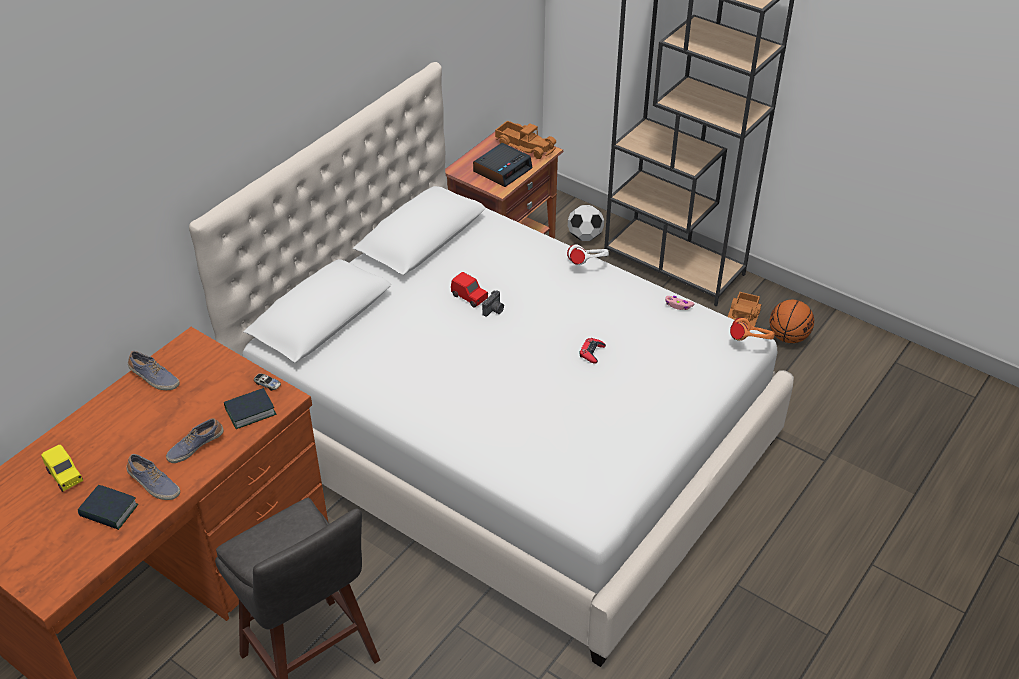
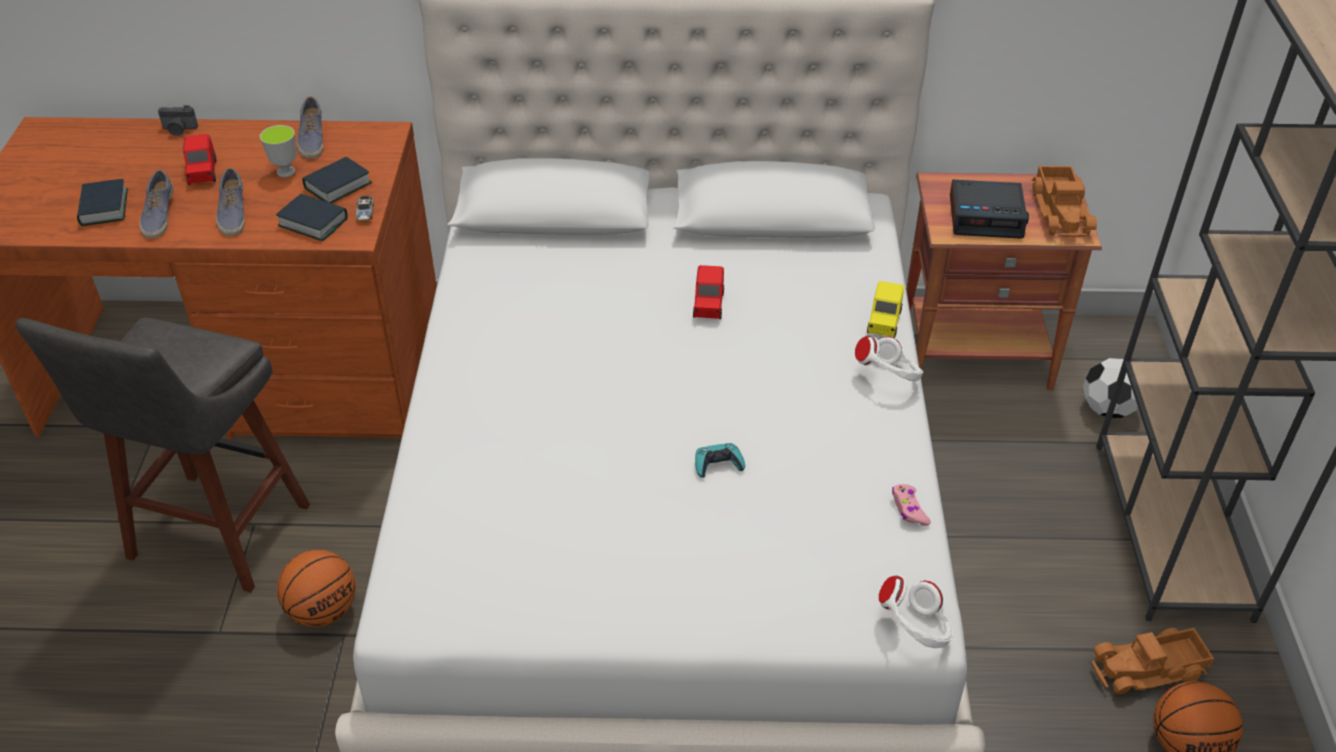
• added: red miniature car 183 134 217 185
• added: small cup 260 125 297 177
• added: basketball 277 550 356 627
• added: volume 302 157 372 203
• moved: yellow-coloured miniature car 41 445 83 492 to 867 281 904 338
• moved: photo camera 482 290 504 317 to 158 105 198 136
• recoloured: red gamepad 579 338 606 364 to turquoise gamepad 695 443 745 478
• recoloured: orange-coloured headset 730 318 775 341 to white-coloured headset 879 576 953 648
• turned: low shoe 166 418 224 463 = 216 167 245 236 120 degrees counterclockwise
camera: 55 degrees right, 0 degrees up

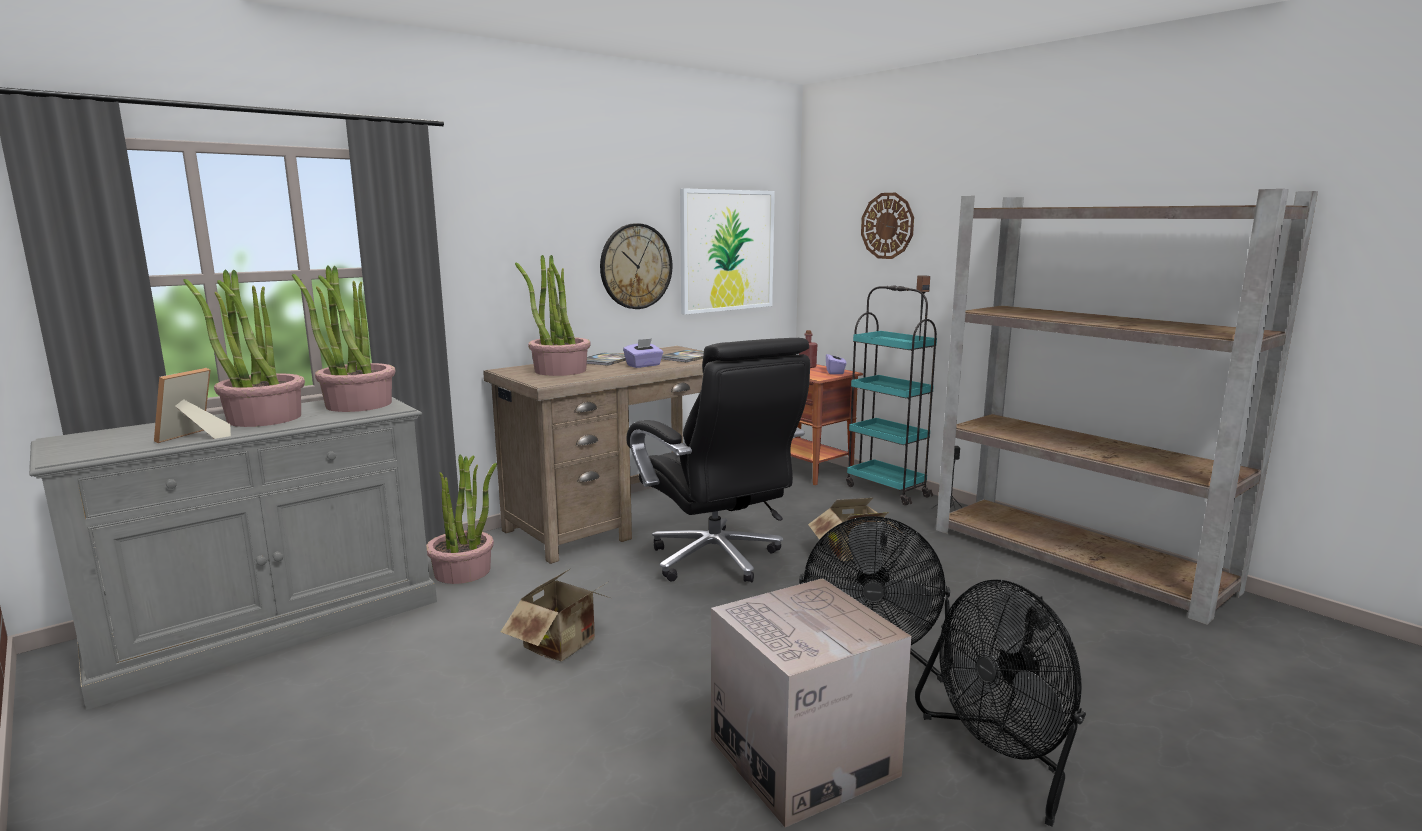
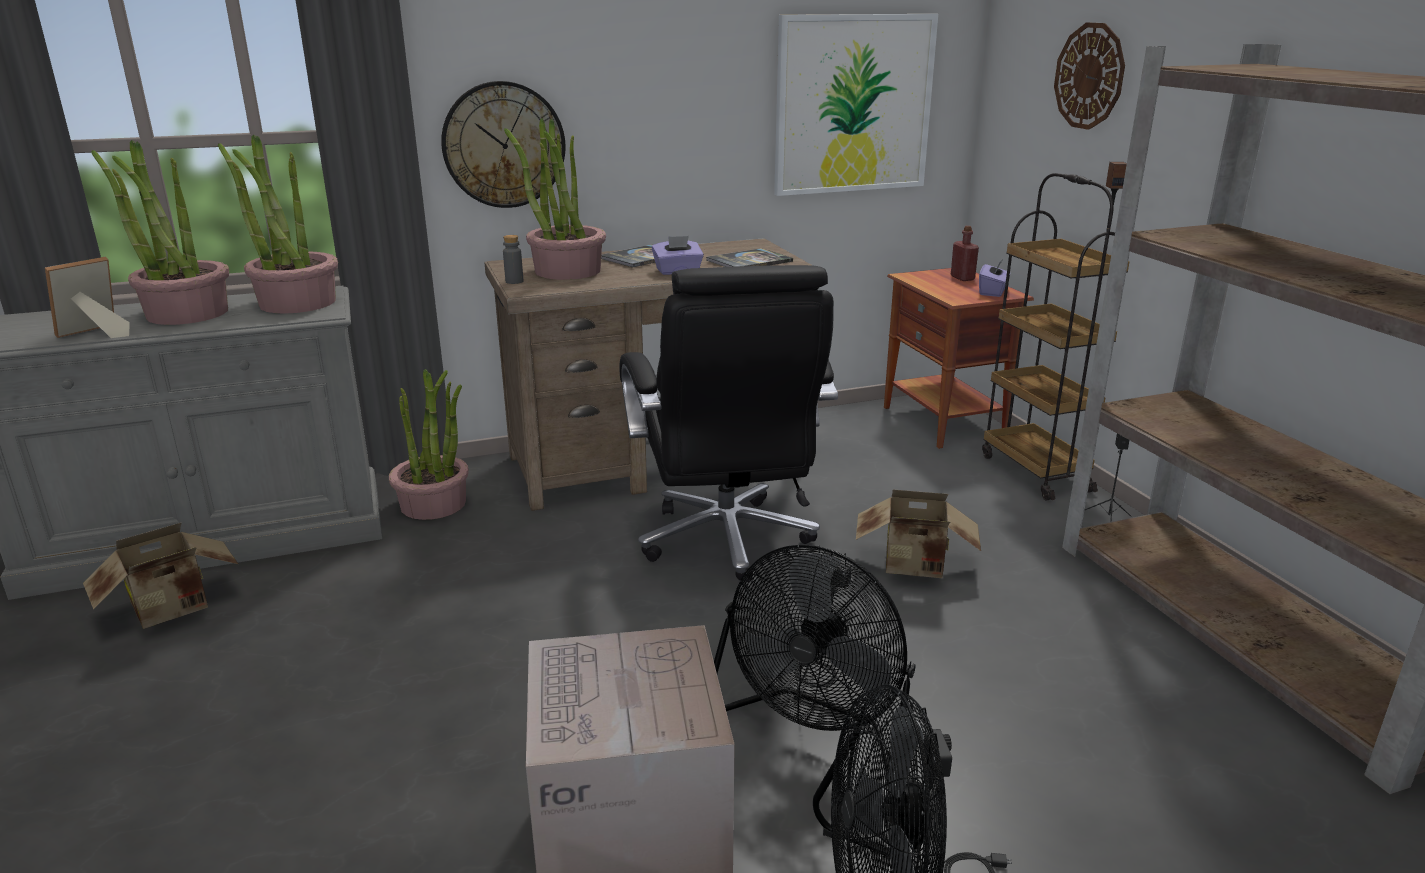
• added: greyish bottle 503 235 523 284
• moved: cardboard box 501 569 611 661 to 83 523 238 629
• moved: hanging clock 600 223 672 309 to 441 81 566 208
• recoloured: turquoise cart 846 286 937 506 to brownish cart 982 173 1130 500
camera: 20 degrees right, 10 degrees up

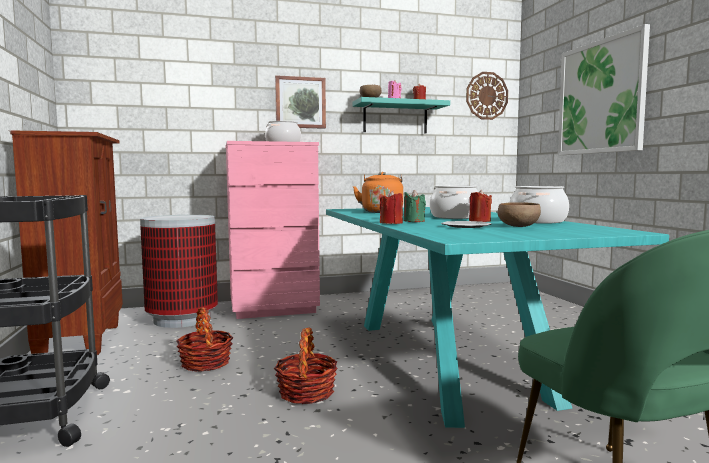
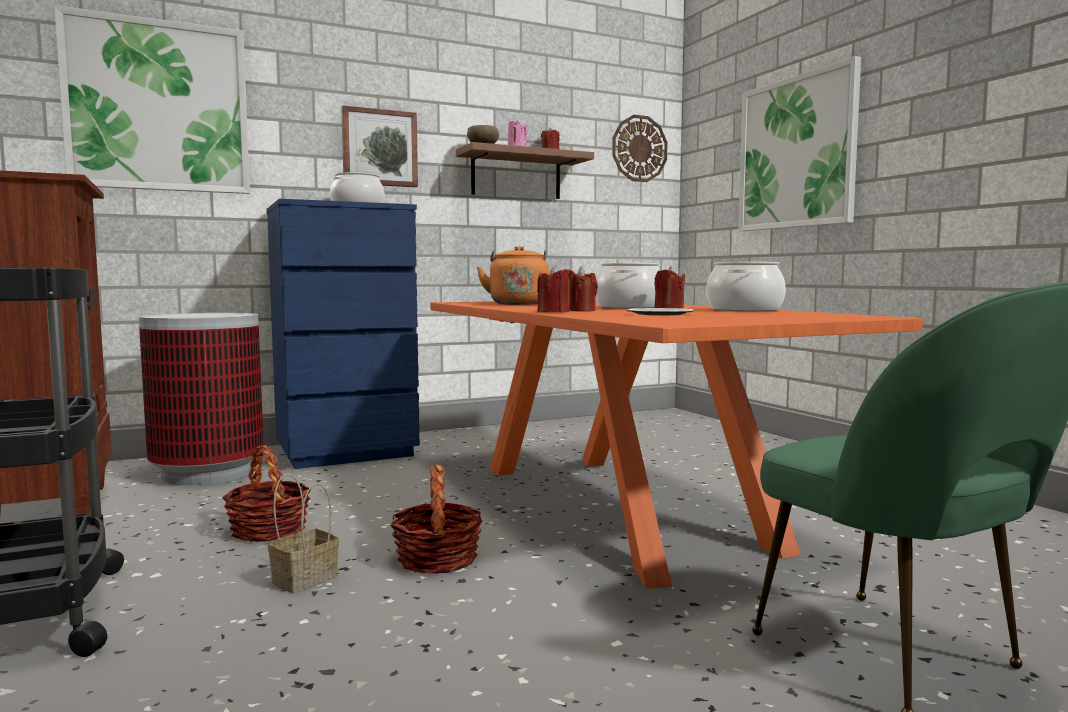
• removed: brownish serving bowl 498 202 541 227
• added: wall picture 54 5 250 194
• added: basket 268 473 339 593
• recoloured: pinkish dresser 225 141 320 319 to blue dresser 266 199 420 469
• recoloured: turquoise kitchen table 326 207 669 428 to orange-coloured kitchen table 430 301 923 589
• recoloured: turquoise shelf 353 97 450 134 to brownish shelf 456 142 594 199
• recoloured: green-coloured wax candle 403 190 426 222 to red wax candle 569 266 598 312
camera: 10 degrees left, 0 degrees up

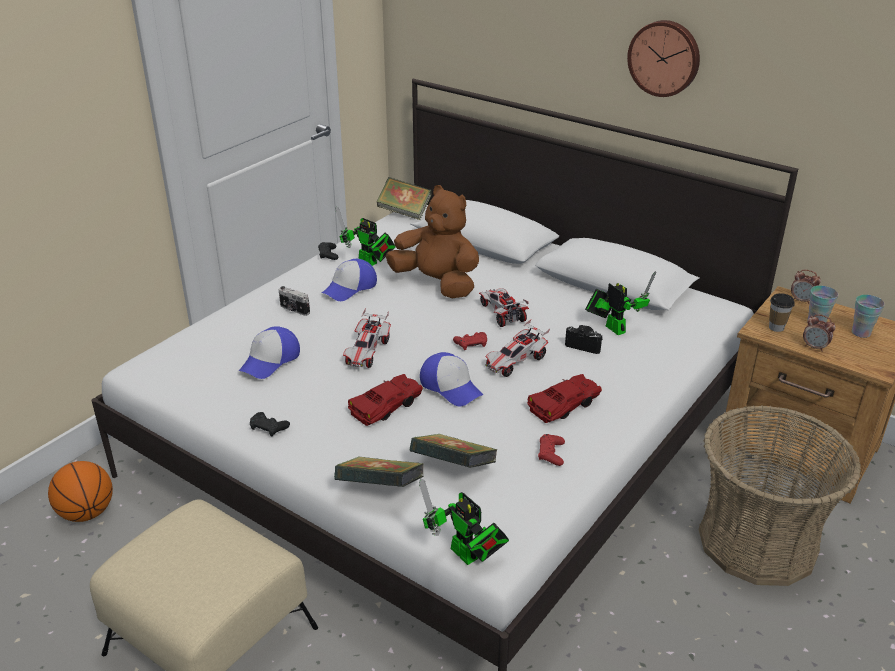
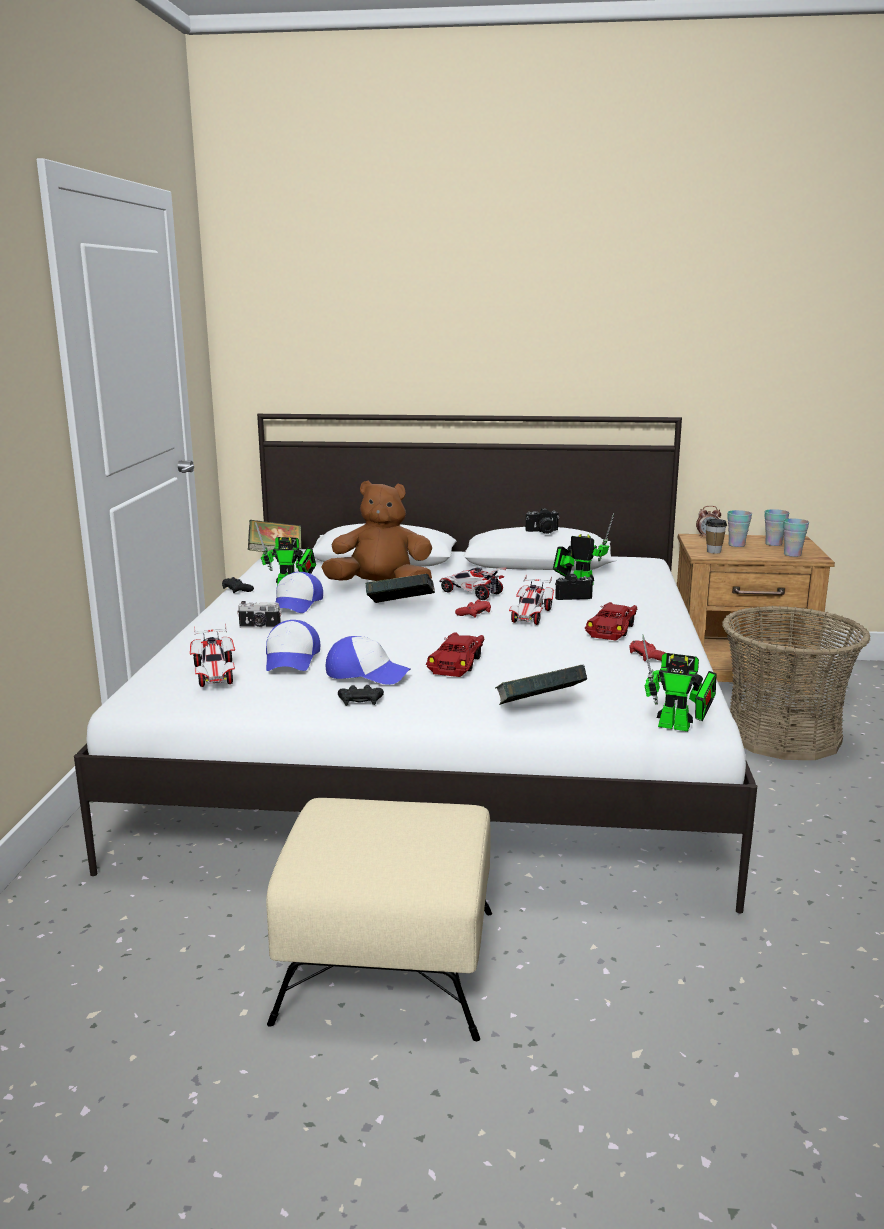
• removed: basketball 48 461 113 522
• removed: hanging clock 627 20 700 97
• removed: table clock 803 314 836 352
• added: photo camera 525 508 559 534
• added: small cup 783 519 809 557
• moved: miniature car 343 308 391 368 to 190 624 235 687
• moved: volume 410 434 498 468 to 365 574 435 603
• moved: baseball cap 420 352 483 406 to 325 636 411 685
camera: 30 degrees left, 15 degrees down

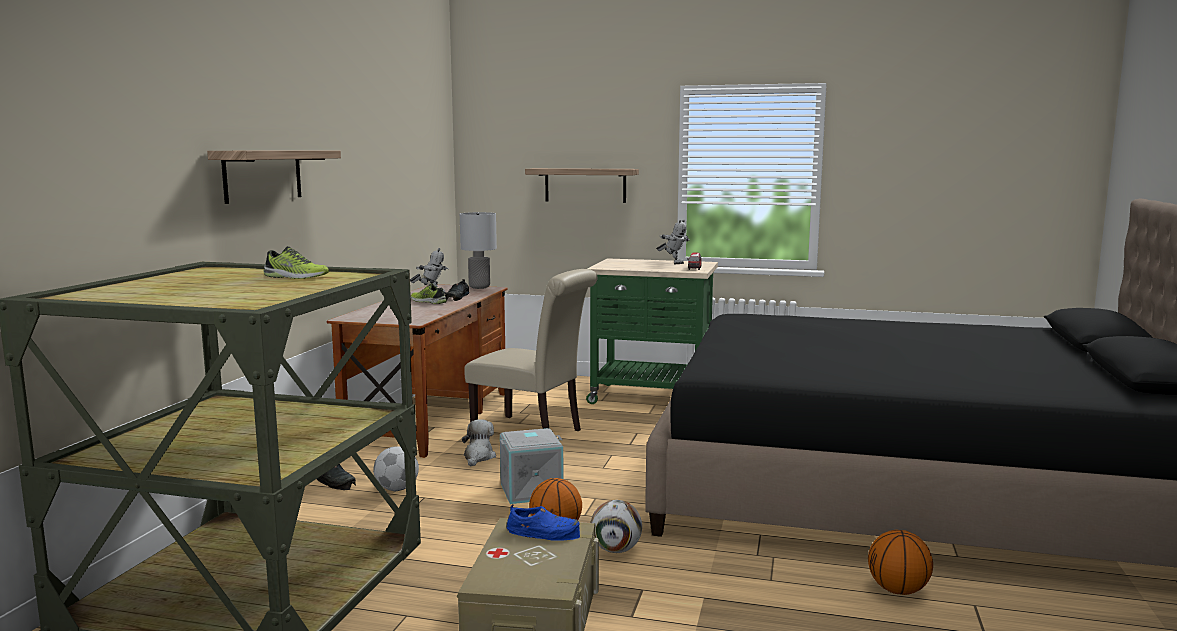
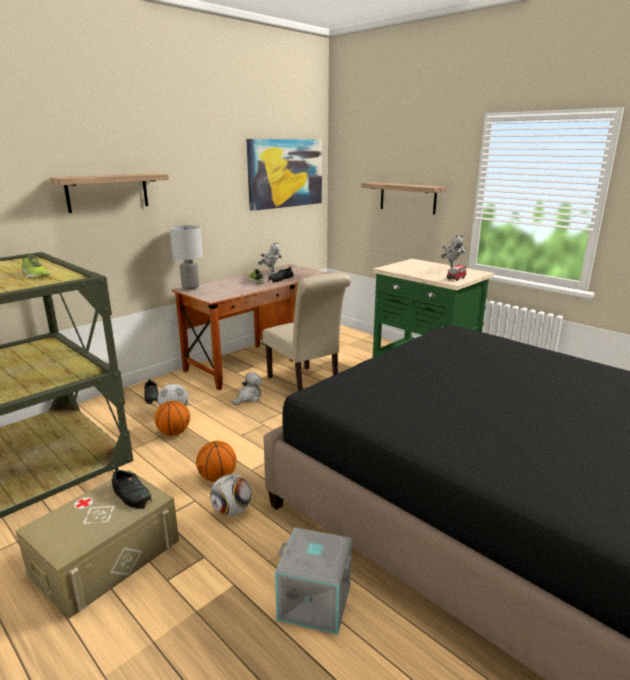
• added: wall picture 246 139 322 211
• moved: greyish tabletop lamp 460 212 497 289 to 170 225 203 290
• moved: greyish storage box 500 428 563 504 to 275 527 352 635
• moved: basketball 868 530 933 595 to 155 400 190 436
• recoloured: blue low shoe 506 504 580 541 to black-coloured low shoe 112 467 152 509
camera: 30 degrees right, 10 degrees up

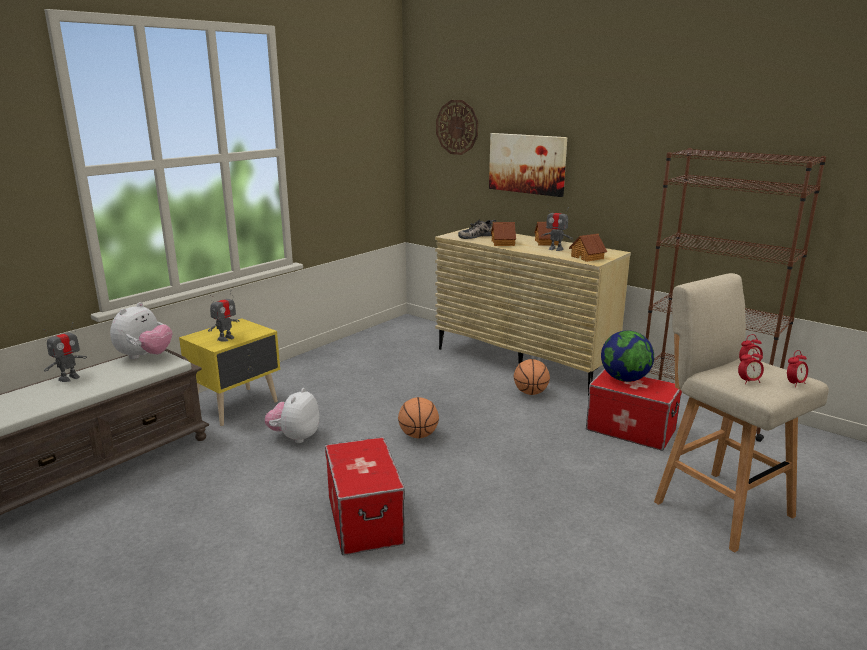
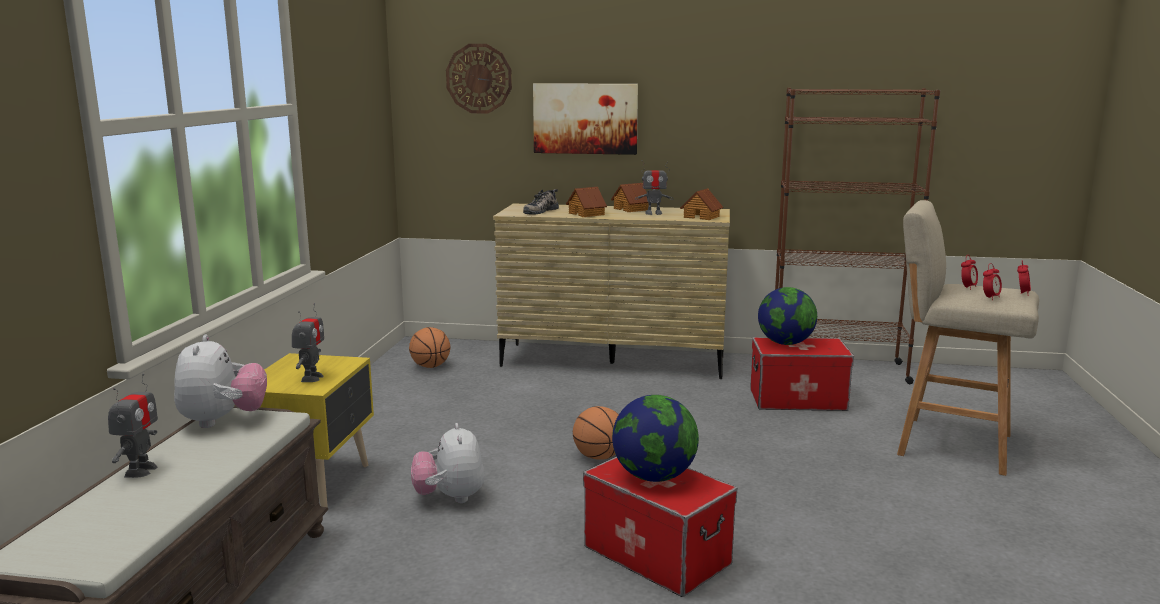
• added: world globe 612 395 699 482
• moved: basketball 514 359 550 395 to 409 327 451 368
camera: 30 degrees left, 5 degrees down

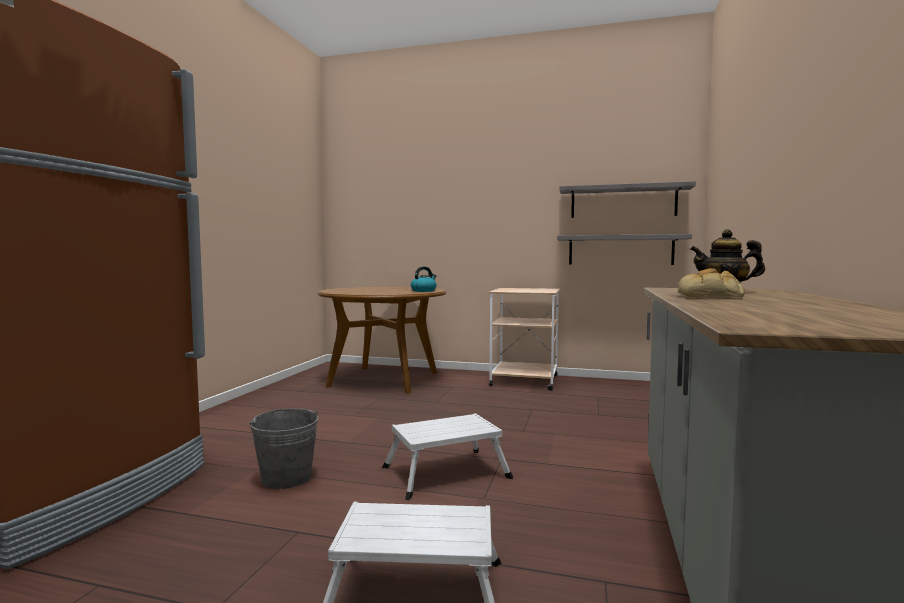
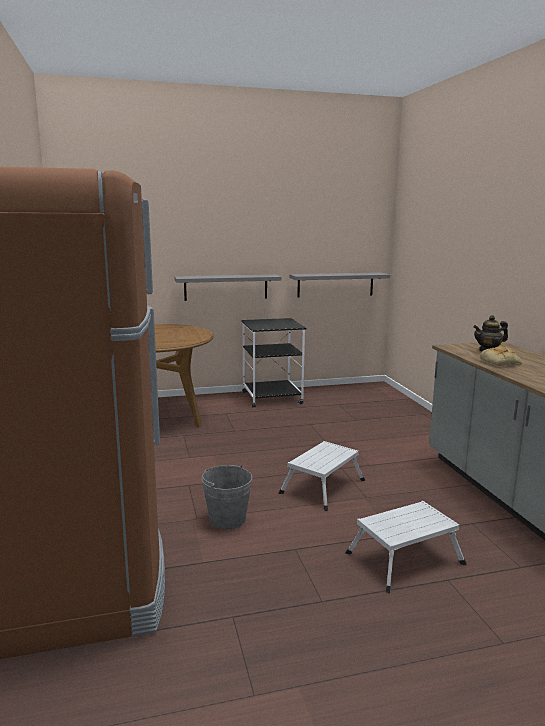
• removed: kettle 411 266 437 292
• moved: greyish shelf 559 181 696 218 to 174 274 281 301
• recoloured: beige-coloured cart 489 288 560 391 to black-coloured cart 241 318 306 407
camera: 30 degrees left, 10 degrees up

